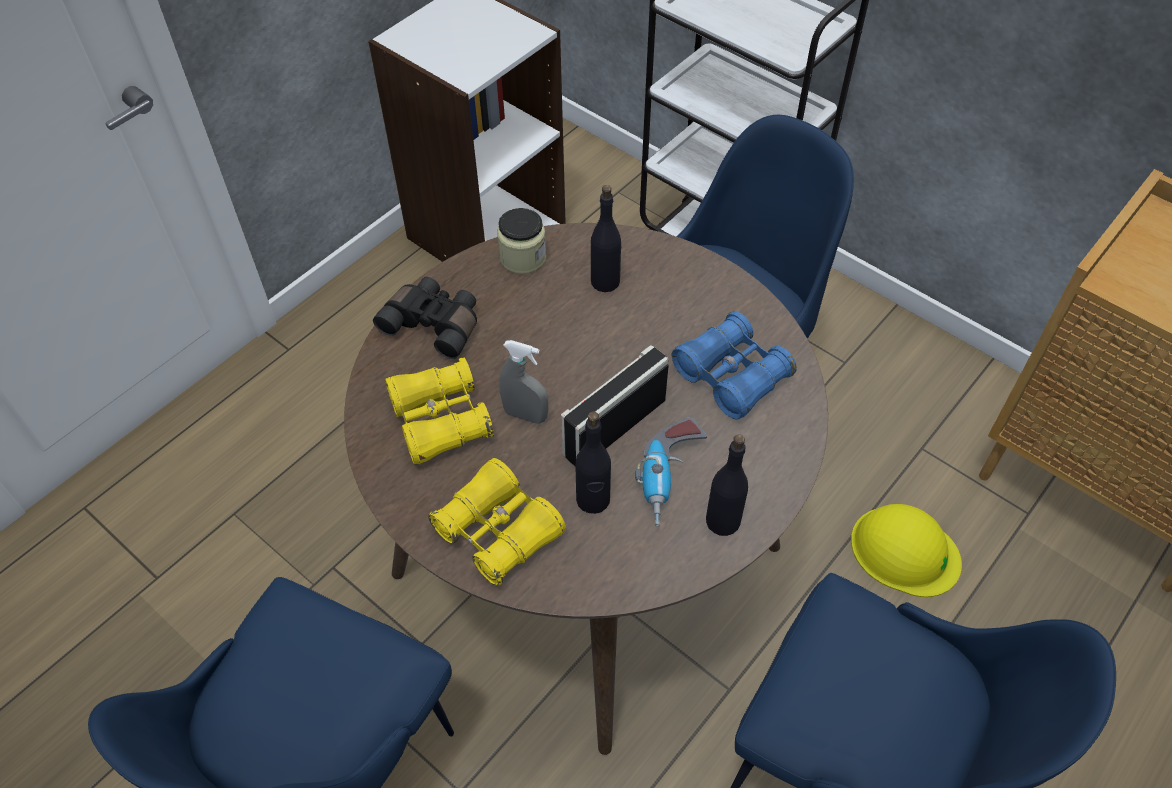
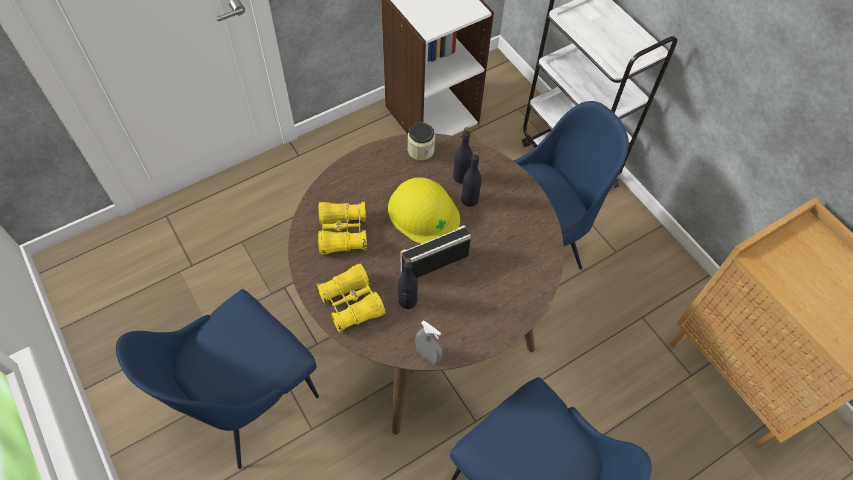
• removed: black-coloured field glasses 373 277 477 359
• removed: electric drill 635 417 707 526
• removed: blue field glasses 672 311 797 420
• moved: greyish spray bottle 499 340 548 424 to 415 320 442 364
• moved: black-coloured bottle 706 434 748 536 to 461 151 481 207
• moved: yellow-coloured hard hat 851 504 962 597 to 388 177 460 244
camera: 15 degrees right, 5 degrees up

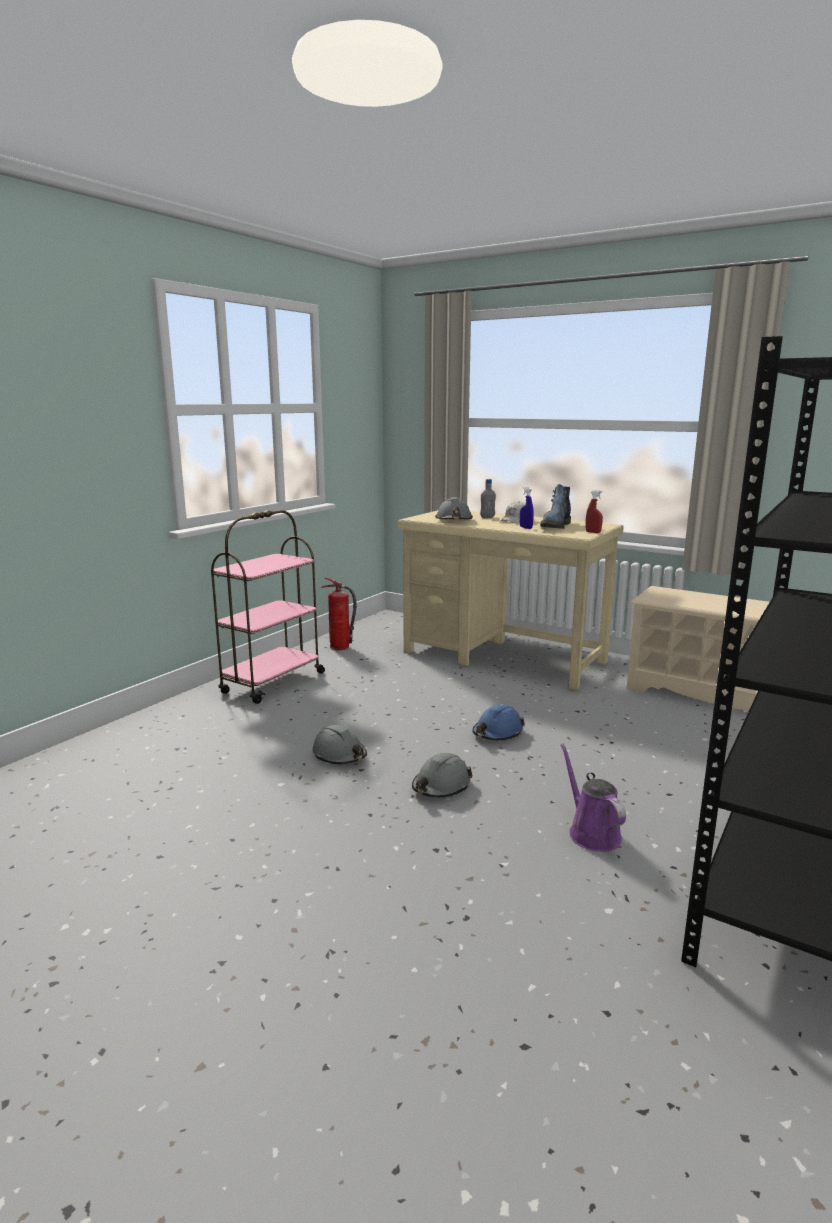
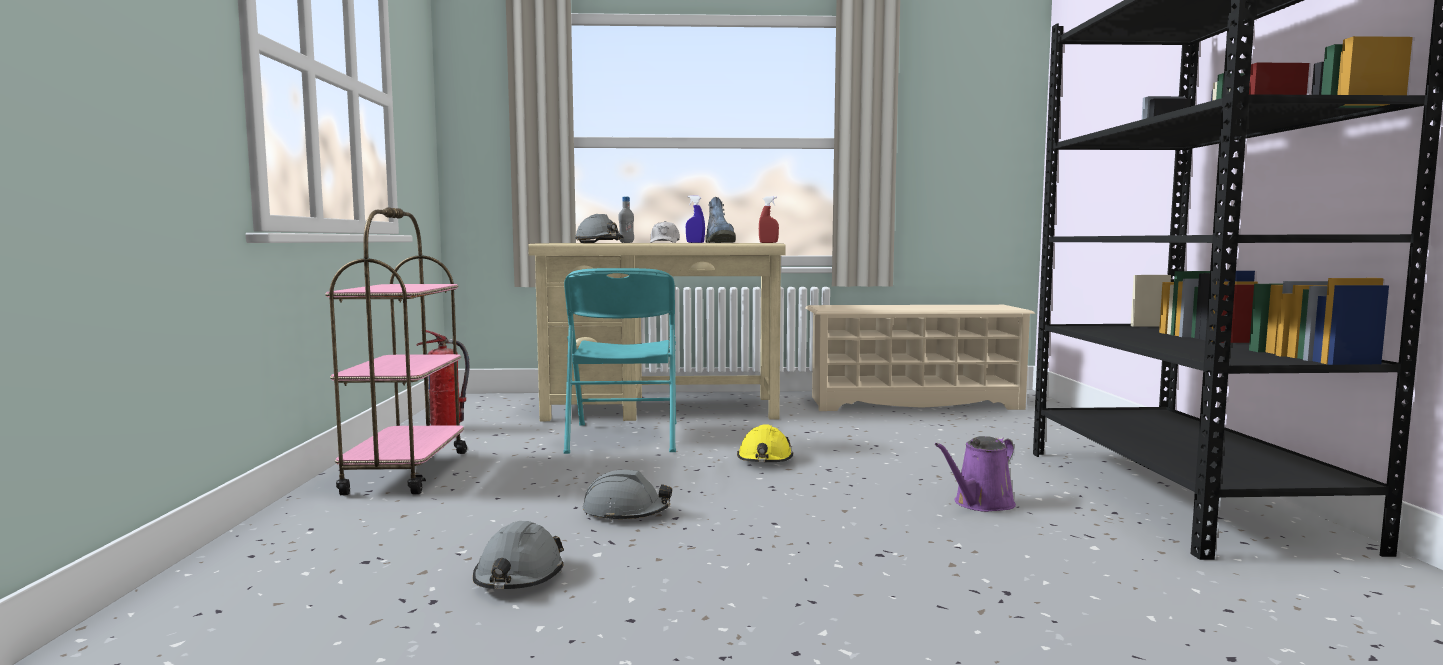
• added: turquoise chair 564 268 677 454
• moved: greyish hard hat 412 753 472 798 to 473 521 564 589
• recoloured: blue hard hat 472 704 525 740 to yellow-coloured hard hat 737 424 793 462
• turned: purple-coloured sprinkling can 560 743 626 852 = 935 436 1016 512 75 degrees counterclockwise
camera: 35 degrees left, 10 degrees down

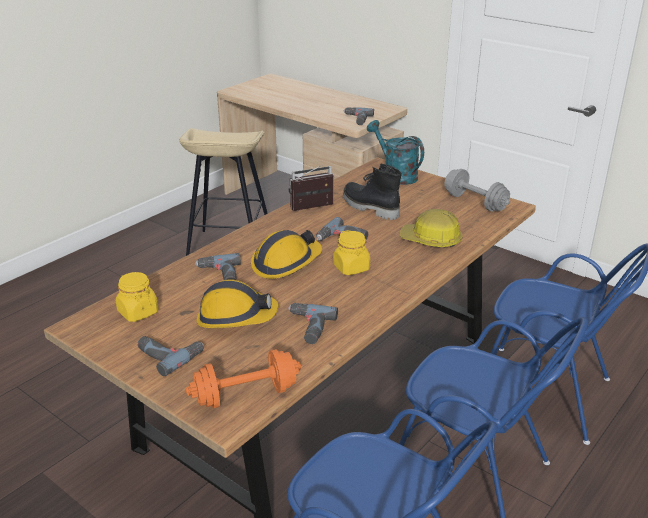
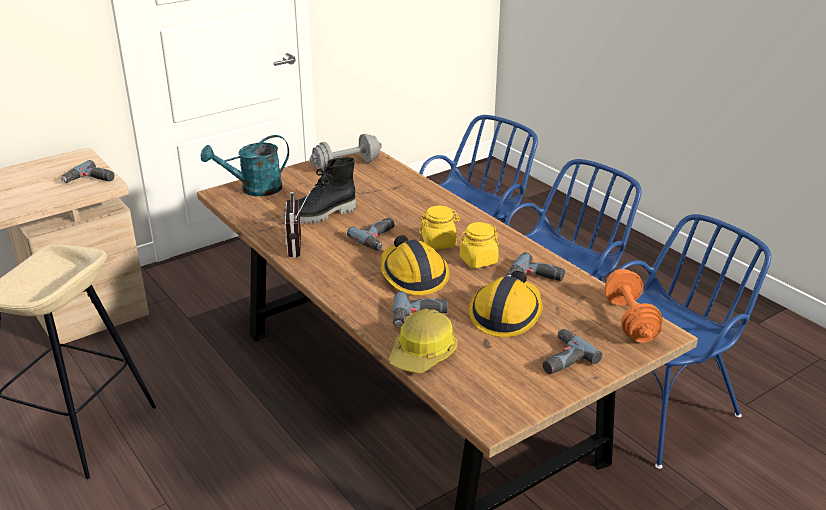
• moved: yellow-coloured preserve jar 116 272 159 322 to 459 222 499 268
• moved: hard hat 400 209 462 247 to 389 309 457 373
camera: 75 degrees left, 0 degrees up

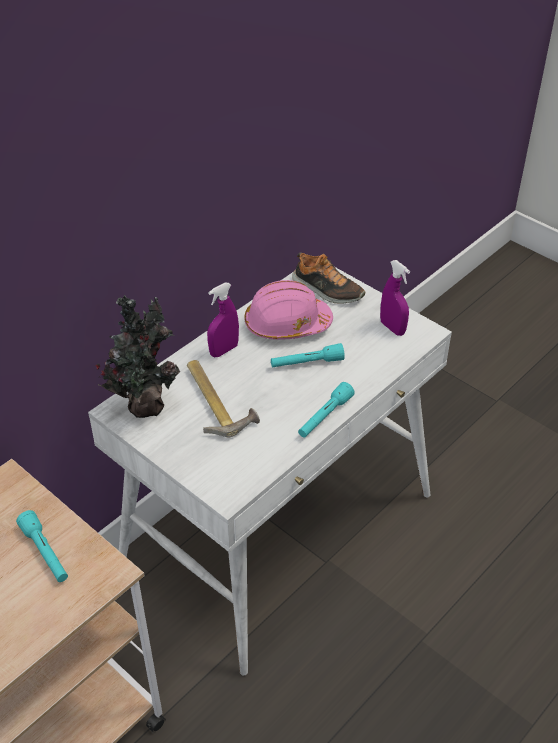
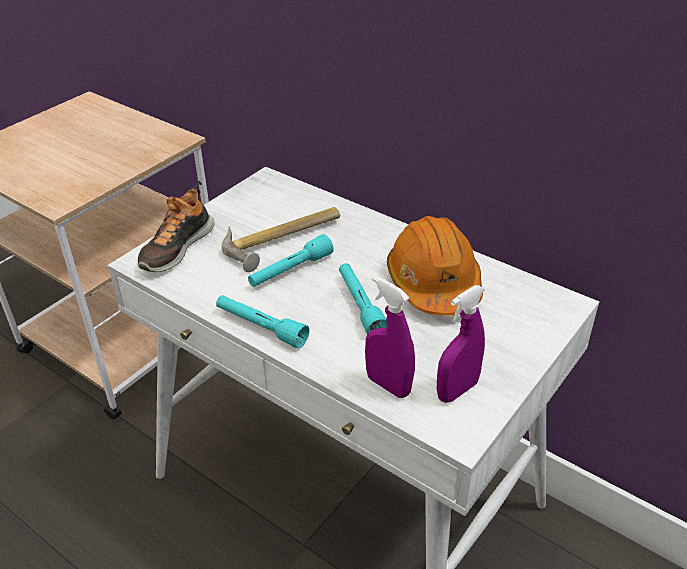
• removed: potted plant 96 295 180 418
• moved: turquoise hand torch 16 510 68 582 to 248 234 334 287
• moved: purple-coloured spray bottle 207 283 239 357 to 365 276 415 398
• moved: low shoe 292 252 365 304 to 138 189 215 272
• recoloured: pinkish hard hat 245 280 333 340 to orange-coloured hard hat 387 216 483 316
camera: 85 degrees right, 5 degrees down

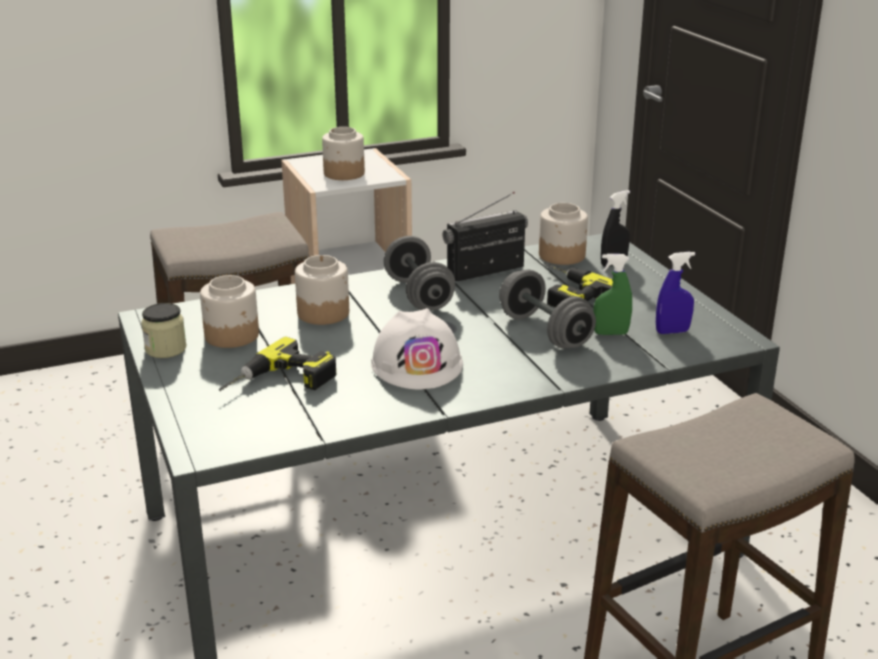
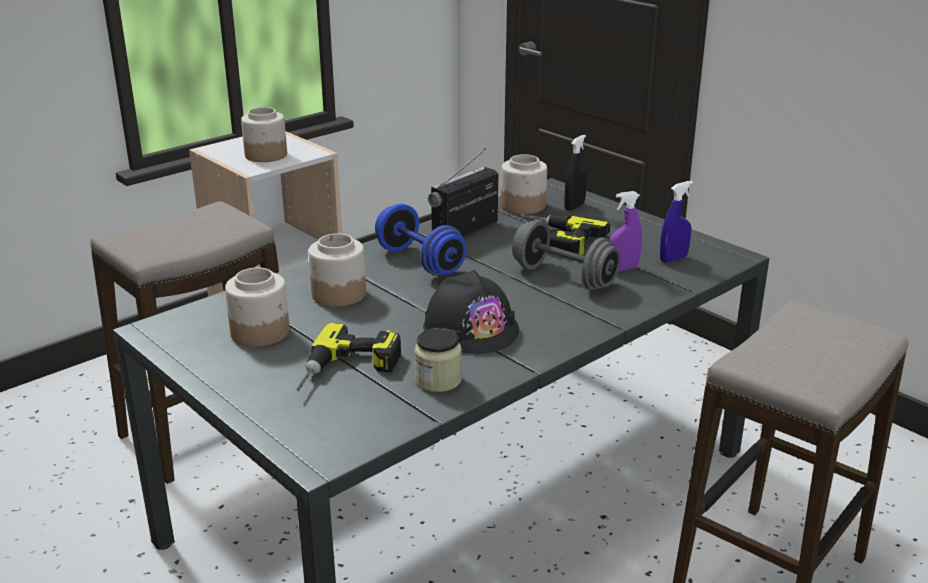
• moved: preserve jar 141 303 186 358 to 414 328 462 392
• recoloured: white-coloured hard hat 371 308 463 390 to black-coloured hard hat 423 270 519 353
• recoloured: greyish dumbbell 384 236 455 311 to blue dumbbell 375 204 467 276
• recoloured: green-coloured spray bottle 593 254 632 335 to purple-coloured spray bottle 609 191 642 271
camera: 20 degrees left, 0 degrees up

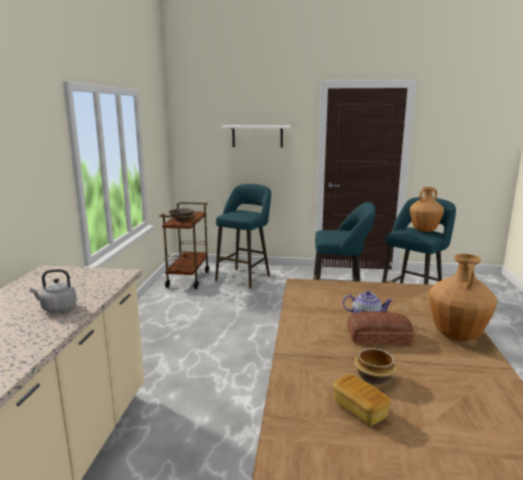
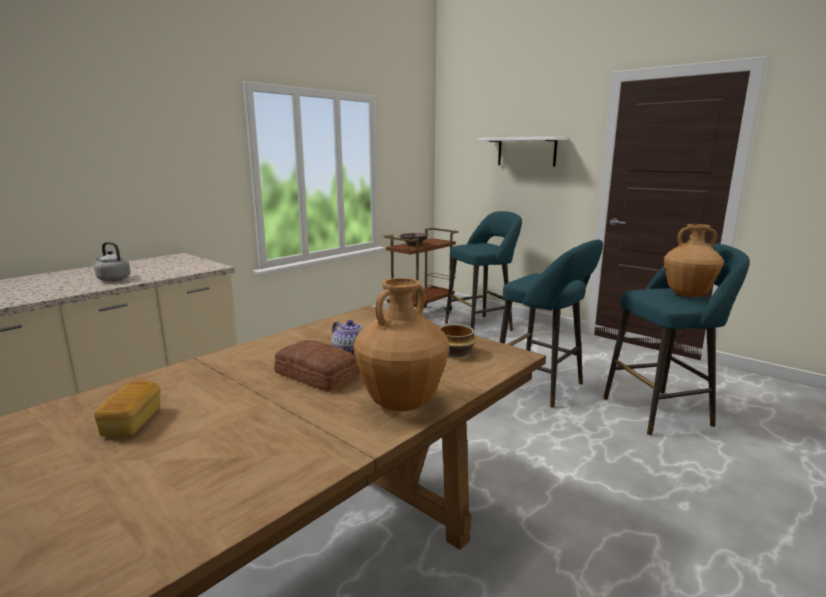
• moved: serving bowl 354 348 397 385 to 440 324 477 358
camera: 35 degrees right, 0 degrees up

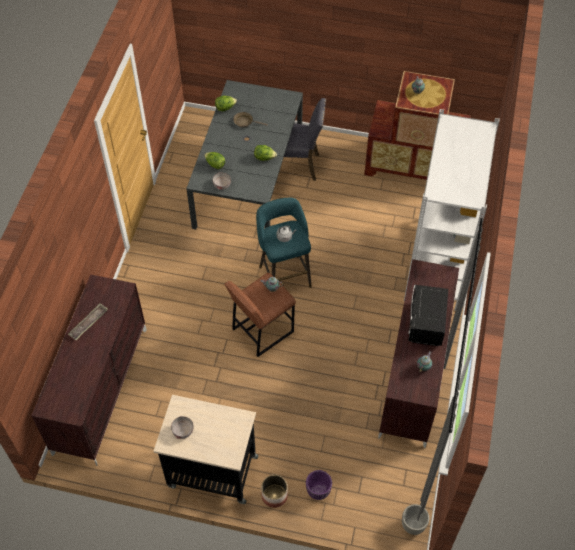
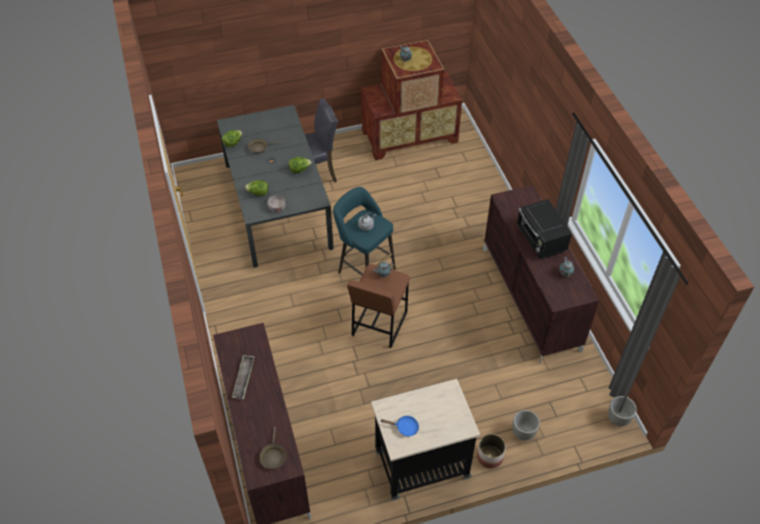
• removed: white-coloured shelving unit 404 109 500 311
• added: brownish pan 259 427 287 469
• replaced: greyish serving bowl 171 416 194 439 to blue pan 381 416 419 436
• recoloured: purple-coloured plant pot 306 470 332 500 to greyish plant pot 513 410 540 441
camera: 30 degrees left, 5 degrees down

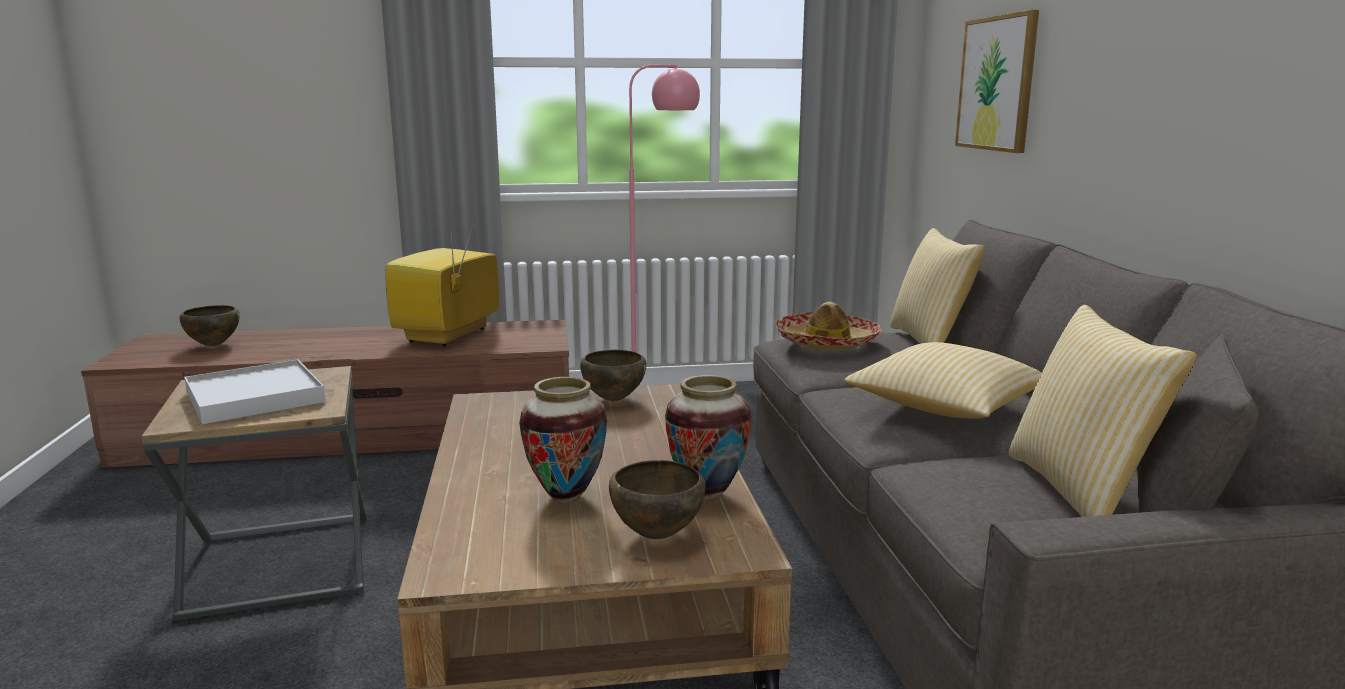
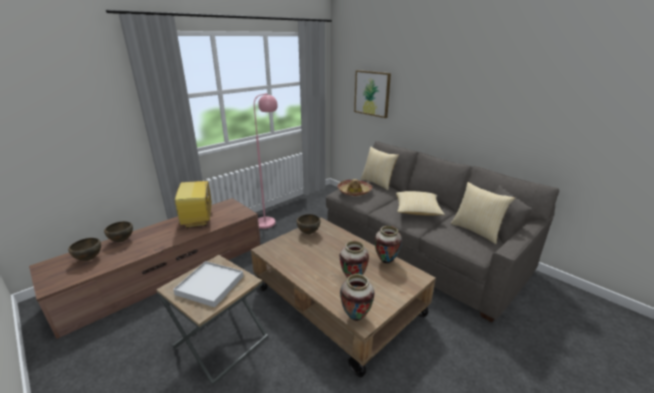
• added: decorative vase 340 274 374 321
• moved: brownish serving bowl 609 460 705 539 to 104 221 133 242
camera: 35 degrees left, 10 degrees up

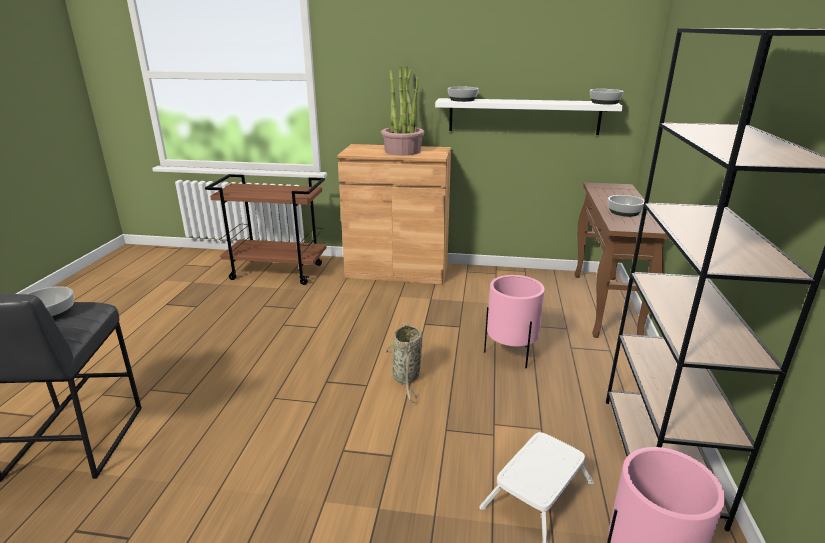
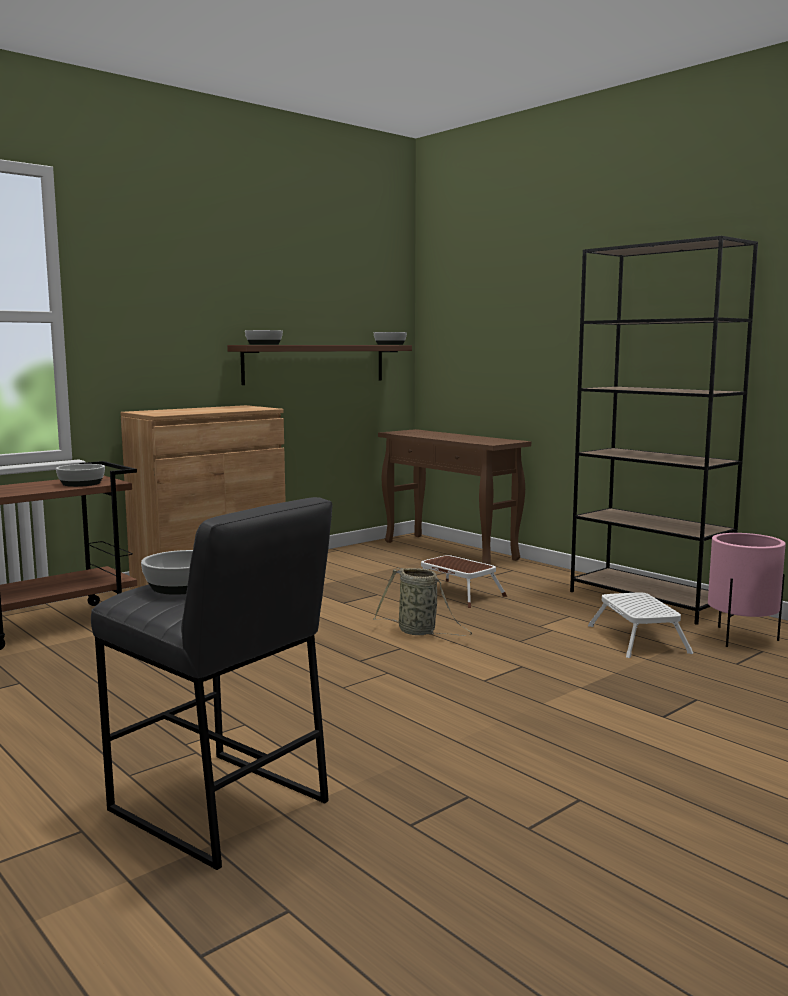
• removed: potted plant 381 65 424 155
• moved: serving bowl 608 195 644 217 to 56 464 105 487
• replaced: pinkish plant pot 484 275 545 368 to brownish stepladder 421 555 507 608
• recoloured: white-coloured shelf 435 98 623 135 to brownish shelf 227 345 412 385
camera: 50 degrees left, 15 degrees down

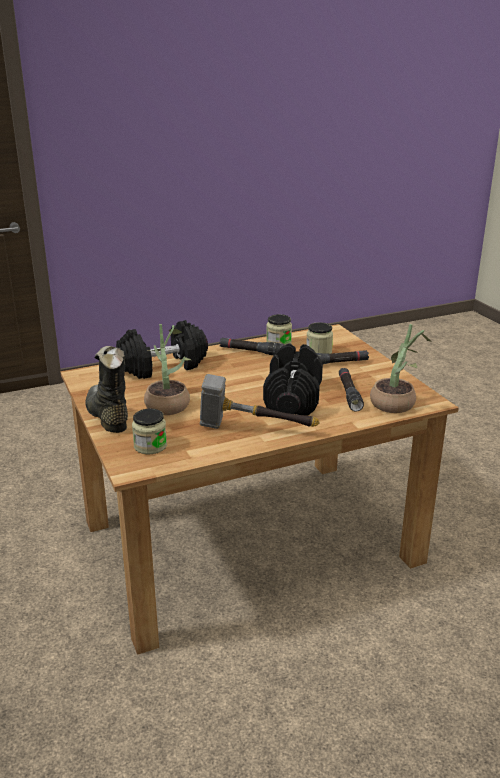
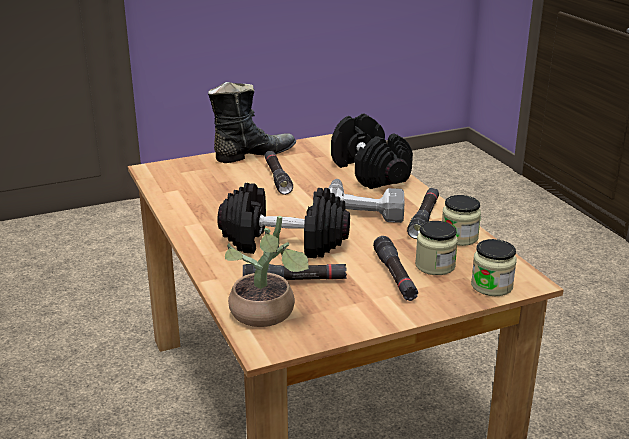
• removed: hammer 200 374 320 429
• added: electric drill 329 179 404 223
• moved: preserve jar 132 408 167 454 to 471 239 517 296
• replaced: potted plant 144 324 191 415 to black-coloured hand torch 265 151 293 195
camera: 90 degrees right, 0 degrees up

